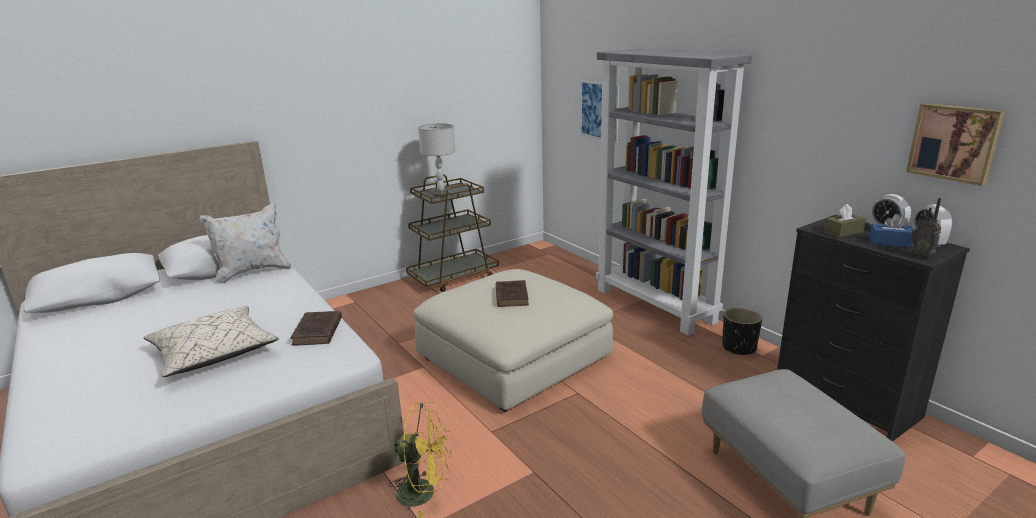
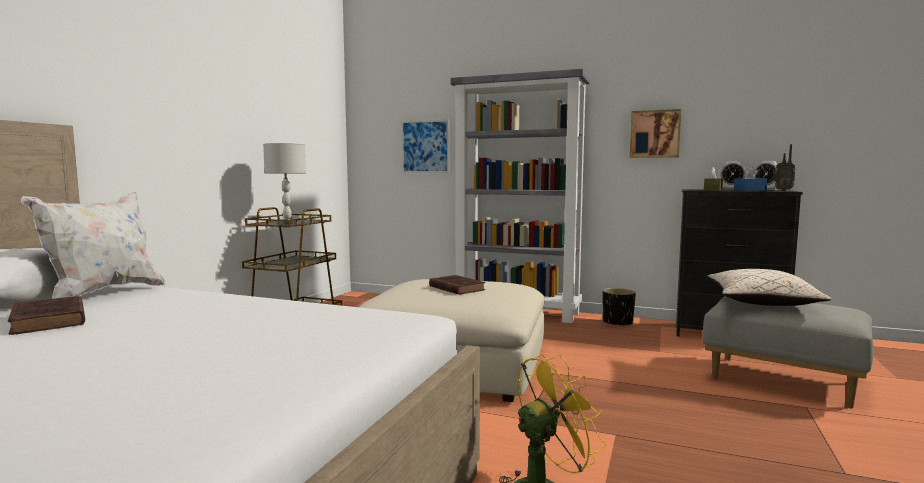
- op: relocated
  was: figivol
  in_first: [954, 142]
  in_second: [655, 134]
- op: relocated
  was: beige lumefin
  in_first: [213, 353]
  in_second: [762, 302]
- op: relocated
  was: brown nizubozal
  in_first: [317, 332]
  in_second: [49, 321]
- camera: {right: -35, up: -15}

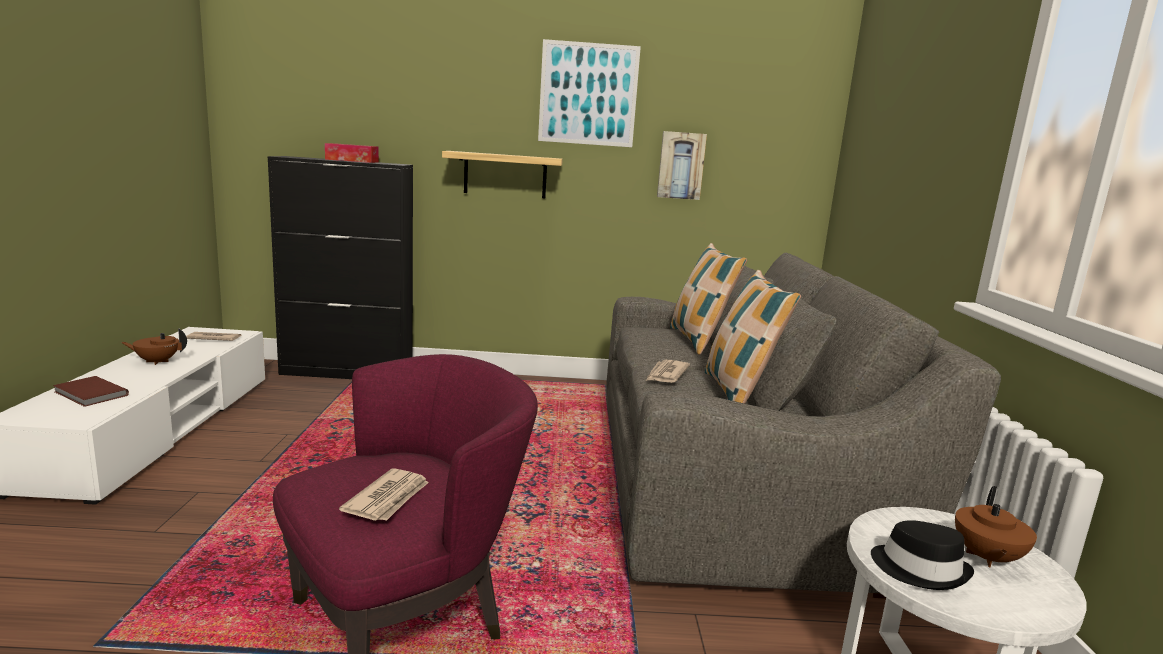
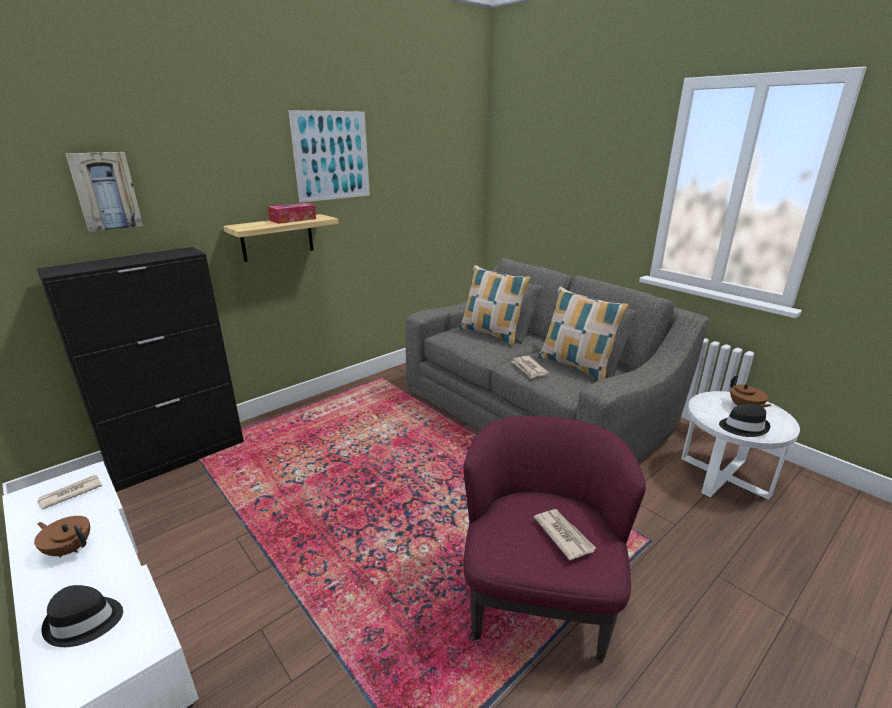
- op: relocated
  was: figivol
  in_first: [681, 165]
  in_second: [105, 191]
- op: relocated
  was: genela
  in_first: [352, 161]
  in_second: [293, 219]
- op: spun
  was: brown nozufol
  in_first: [157, 361]
  in_second: [69, 549]
  clockwise: 75
- op: exchanged
  was: brown nizubozal
  now: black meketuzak
  in_first: [90, 394]
  in_second: [84, 622]
- camera: {right: -40, up: 10}

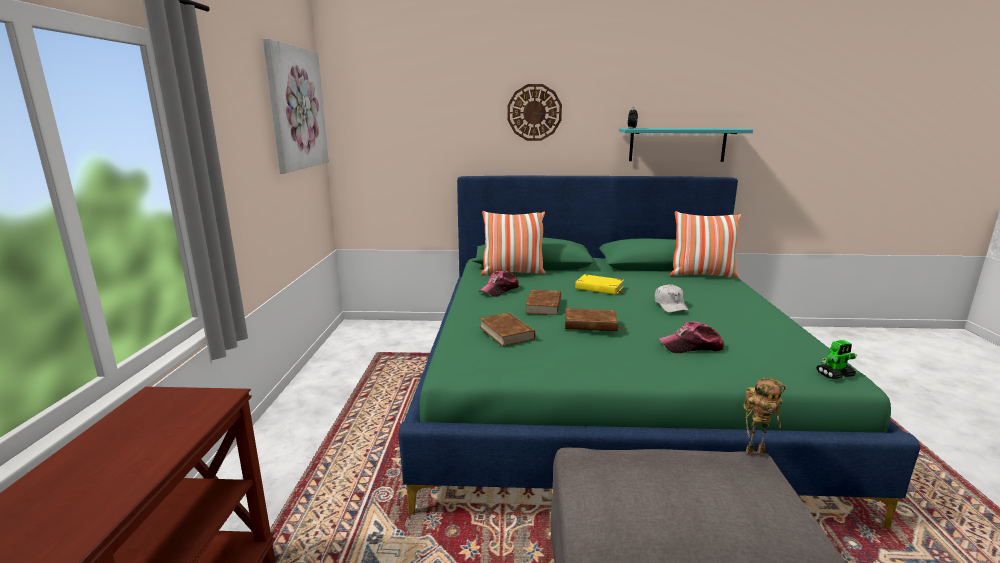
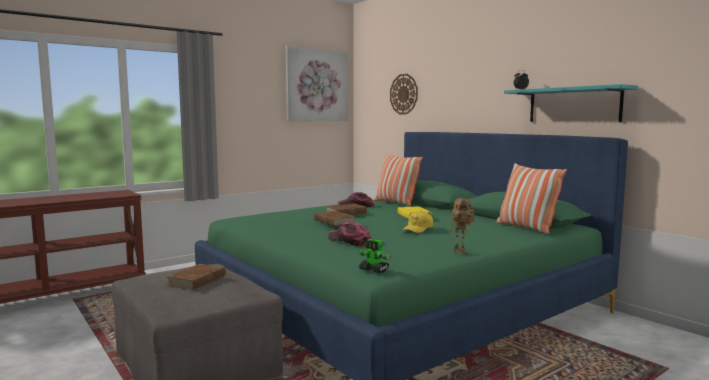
- op: relocated
  was: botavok
  in_first: [534, 112]
  in_second: [404, 94]
- op: colour
  was: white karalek
  now: yellow karalek
  in_first: [670, 305]
  in_second: [418, 229]
- op: relocated
  was: brown nizubozal
  in_first: [506, 333]
  in_second: [197, 280]
- op: relocated
  was: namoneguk
  in_first: [755, 450]
  in_second: [461, 252]
- camera: {right: 50, up: -10}

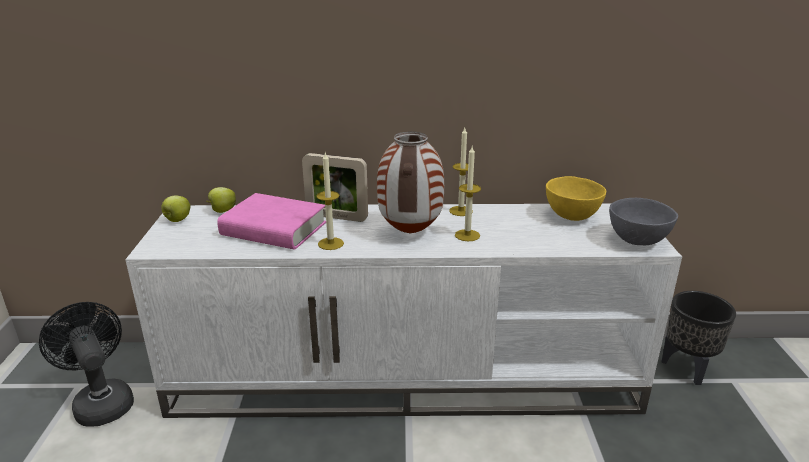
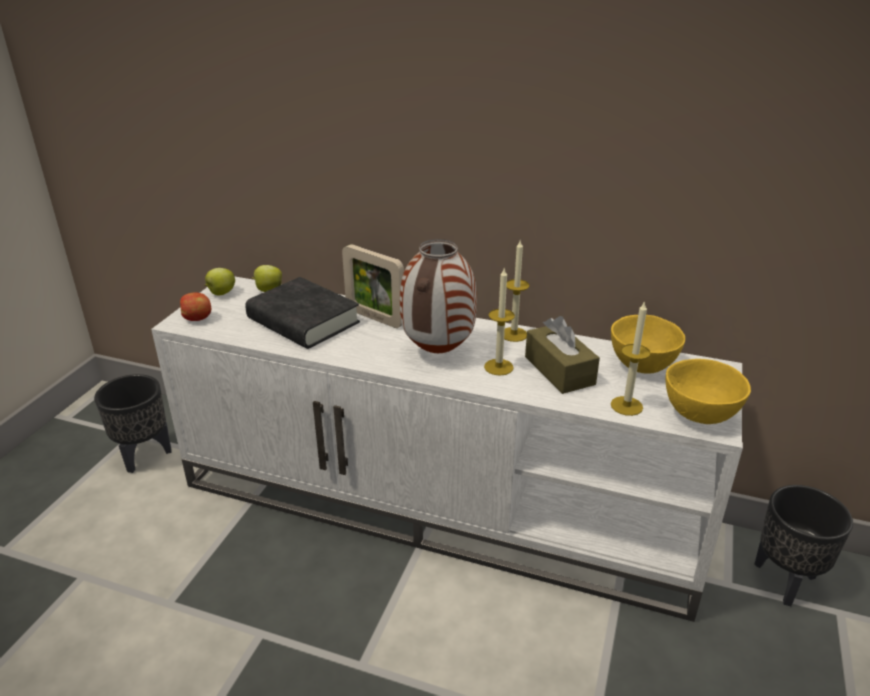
- op: relocated
  was: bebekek
  in_first: [330, 243]
  in_second: [626, 406]
- op: colour
  was: pink nizubozal
  now: black nizubozal
  in_first: [274, 229]
  in_second: [303, 321]
- op: colour
  was: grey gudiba
  now: yellow gudiba
  in_first: [638, 241]
  in_second: [700, 416]
- op: exchanged
  was: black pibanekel
  now: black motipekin
  in_first: [101, 401]
  in_second: [143, 456]
- op: appeared
  now: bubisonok
  in_second: [198, 319]
- op: appeared
  now: brown genela
  in_second: [559, 370]
- camera: {right: 20, up: 5}

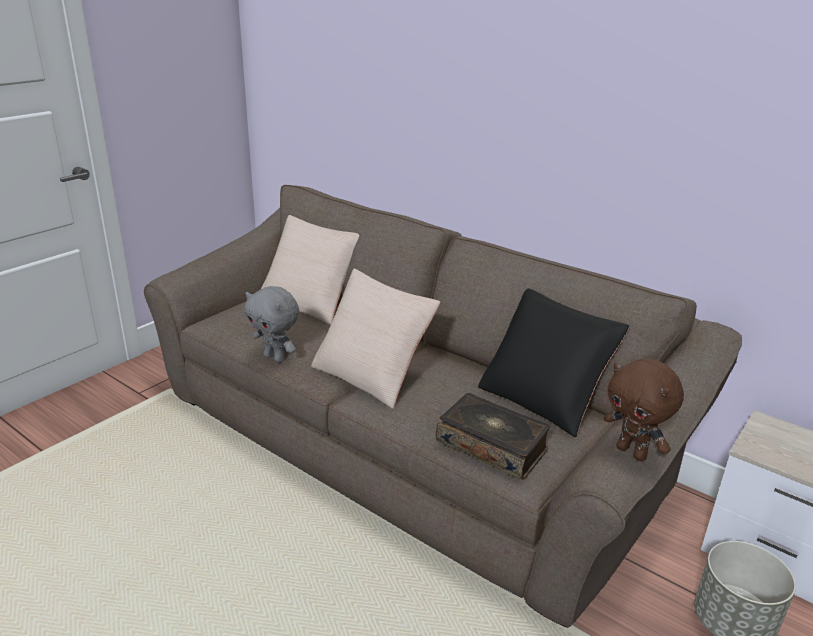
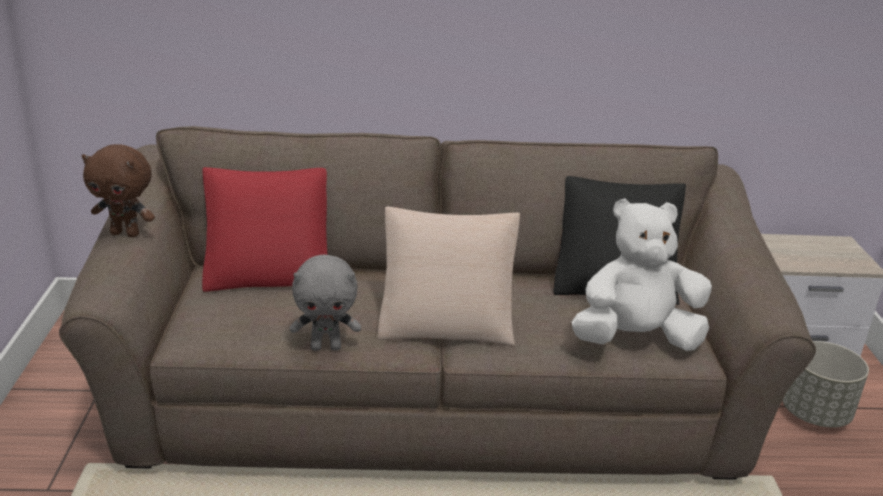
- op: colour
  was: beige lumefin
  now: red lumefin
  in_first: [310, 302]
  in_second: [269, 272]
- op: relocated
  was: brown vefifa
  in_first: [632, 452]
  in_second: [126, 233]
- op: exchanged
  was: nizubozal
  now: white vefifa
  in_first: [492, 445]
  in_second: [635, 339]
- camera: {right: -40, up: 0}

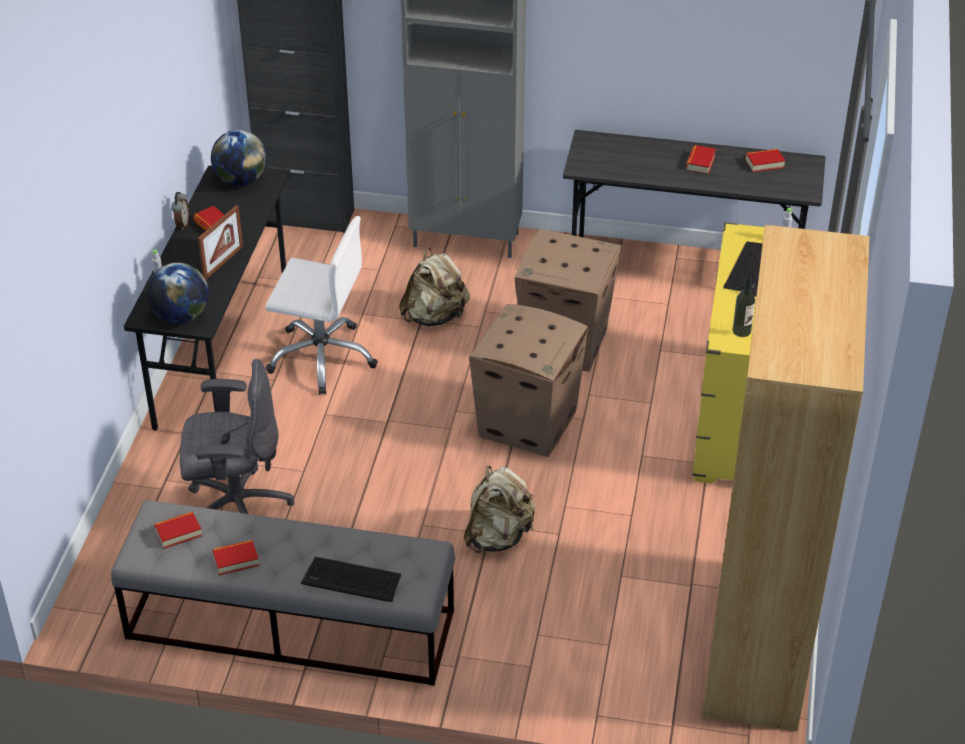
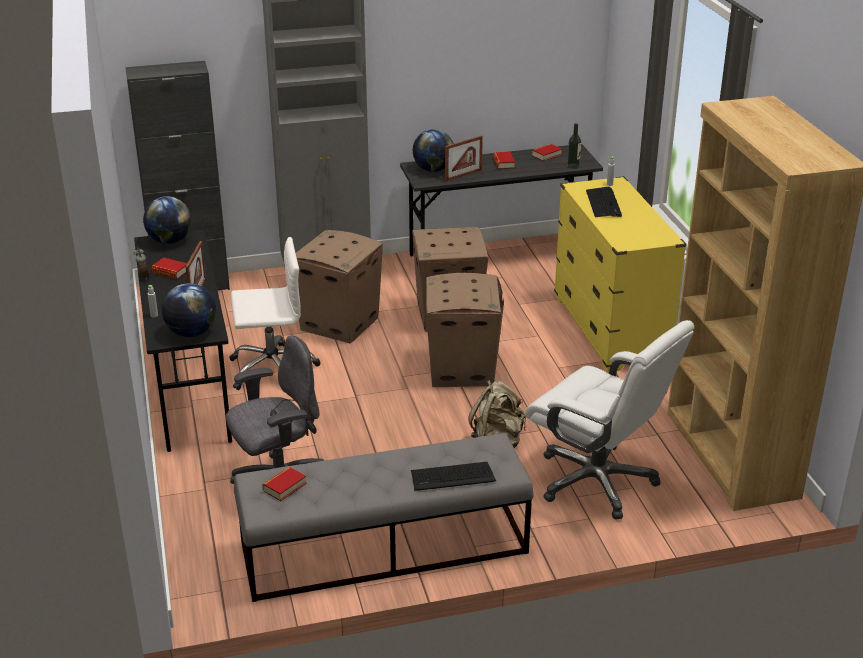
- op: exchanged
  was: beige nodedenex
  now: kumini
  in_first: [435, 316]
  in_second: [340, 323]
- op: relocated
  was: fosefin
  in_first: [741, 331]
  in_second: [573, 166]
- op: missing
  was: nizubozal
  in_first: [236, 560]
- op: appeared
  now: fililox
  in_second: [433, 169]
- op: appeared
  now: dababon
  in_second: [463, 175]
- op: appeared
  now: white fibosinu
  in_second: [597, 481]
- camera: {right: -25, up: -10}

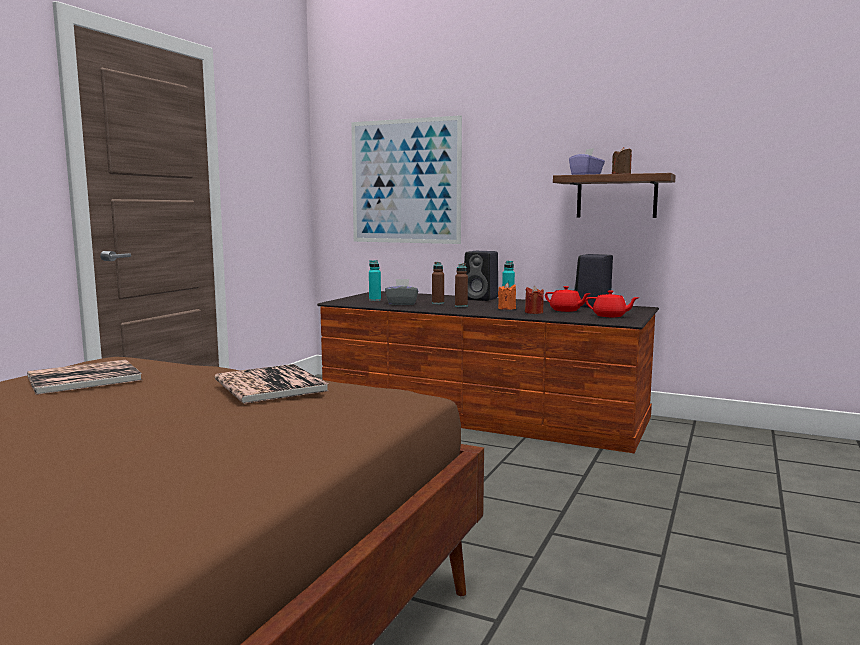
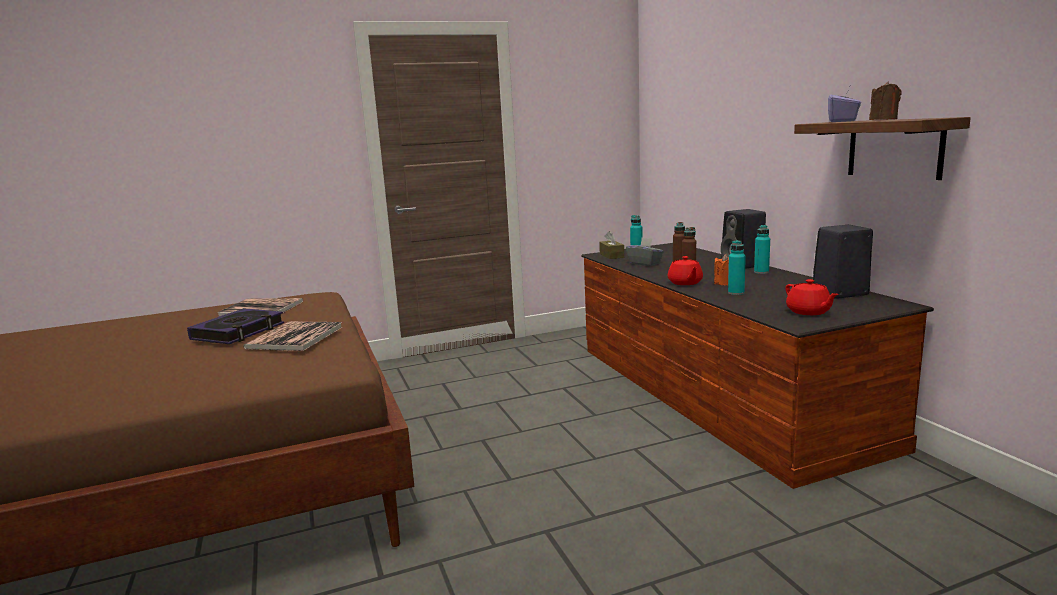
- op: missing
  was: figivol
  in_first: [405, 181]
- op: exchanged
  was: red bebekek
  now: turquoise fosefin
  in_first: [534, 312]
  in_second: [736, 293]
- op: relocated
  was: red nozufol
  in_first: [566, 310]
  in_second: [685, 283]
- op: appeared
  now: brown genela
  in_second: [611, 255]
- op: appeared
  now: nizubozal
  in_second: [238, 332]
- camera: {right: 45, up: 5}

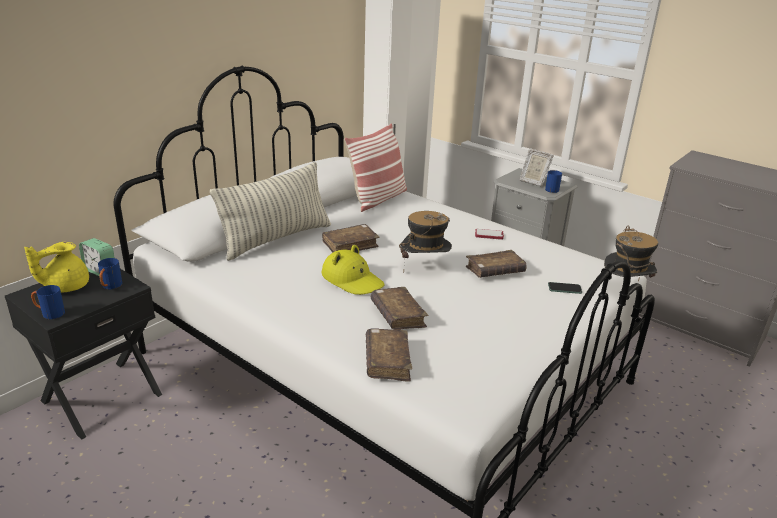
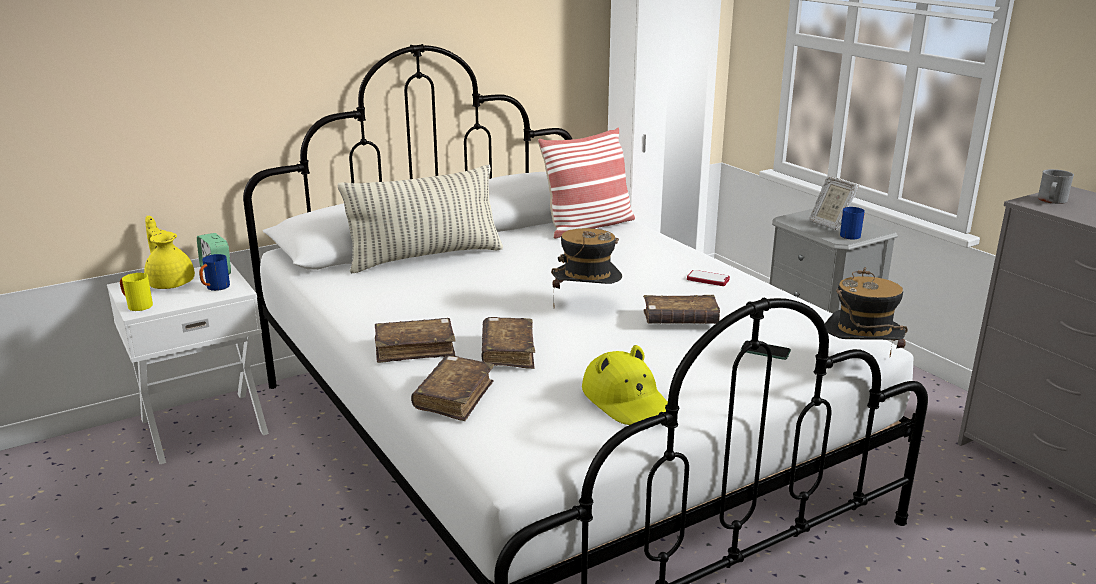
- op: relocated
  was: brown nizubozal
  in_first: [350, 245]
  in_second: [415, 349]
- op: spun
  was: yellow nozufol
  in_first: [65, 286]
  in_second: [170, 283]
  clockwise: 75
- op: relocated
  was: yellow meketuzak
  in_first: [352, 280]
  in_second: [628, 401]
- op: colour
  was: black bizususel
  now: white bizususel
  in_first: [101, 397]
  in_second: [203, 425]
- op: colour
  was: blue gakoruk
  now: yellow gakoruk
  in_first: [49, 314]
  in_second: [136, 306]
- op: appeared
  now: grey gakoruk
  in_second: [1051, 201]
- camera: {right: 20, up: -5}

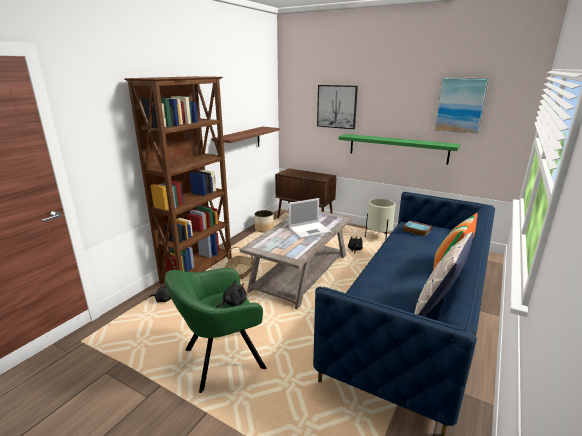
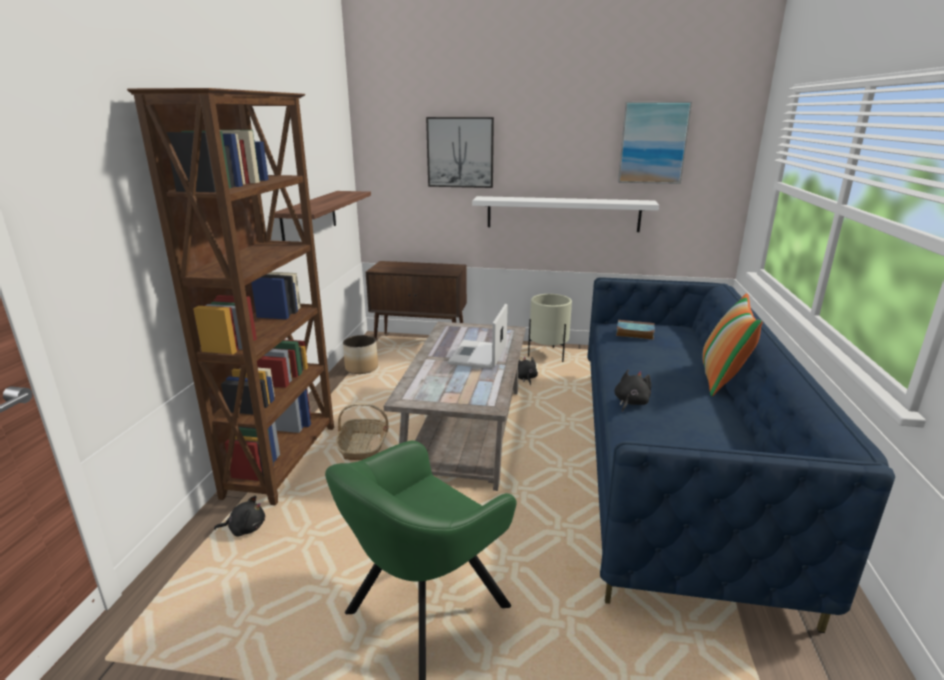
- op: colour
  was: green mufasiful
  now: white mufasiful
  in_first: [397, 148]
  in_second: [562, 214]
- op: spun
  was: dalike
  in_first: [310, 230]
  in_second: [478, 355]
  clockwise: 150
- op: missing
  was: lumefin
  in_first: [437, 307]
- op: relocated
  was: black vefifa
  in_first: [233, 303]
  in_second: [630, 402]
- camera: {right: -20, up: 0}

